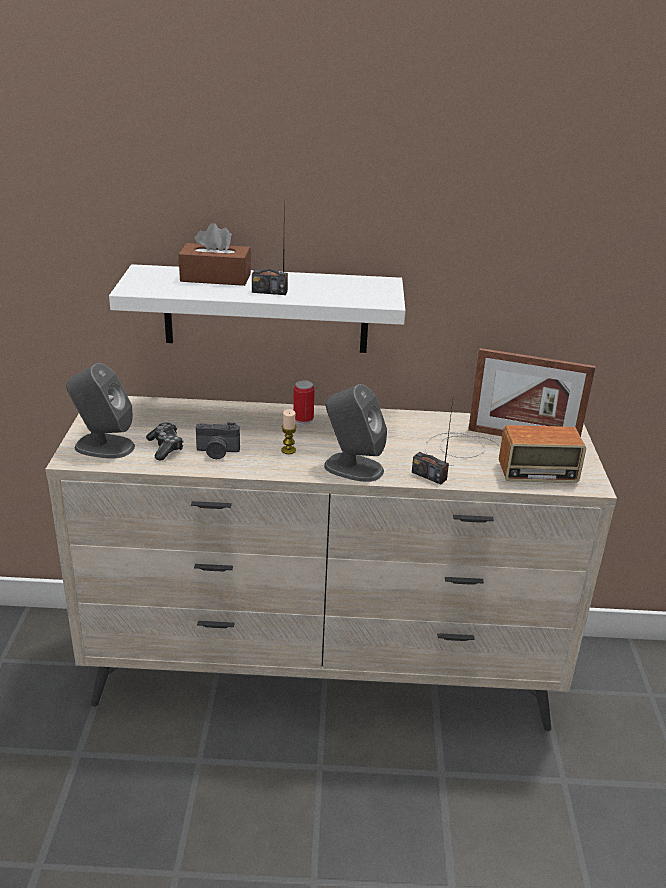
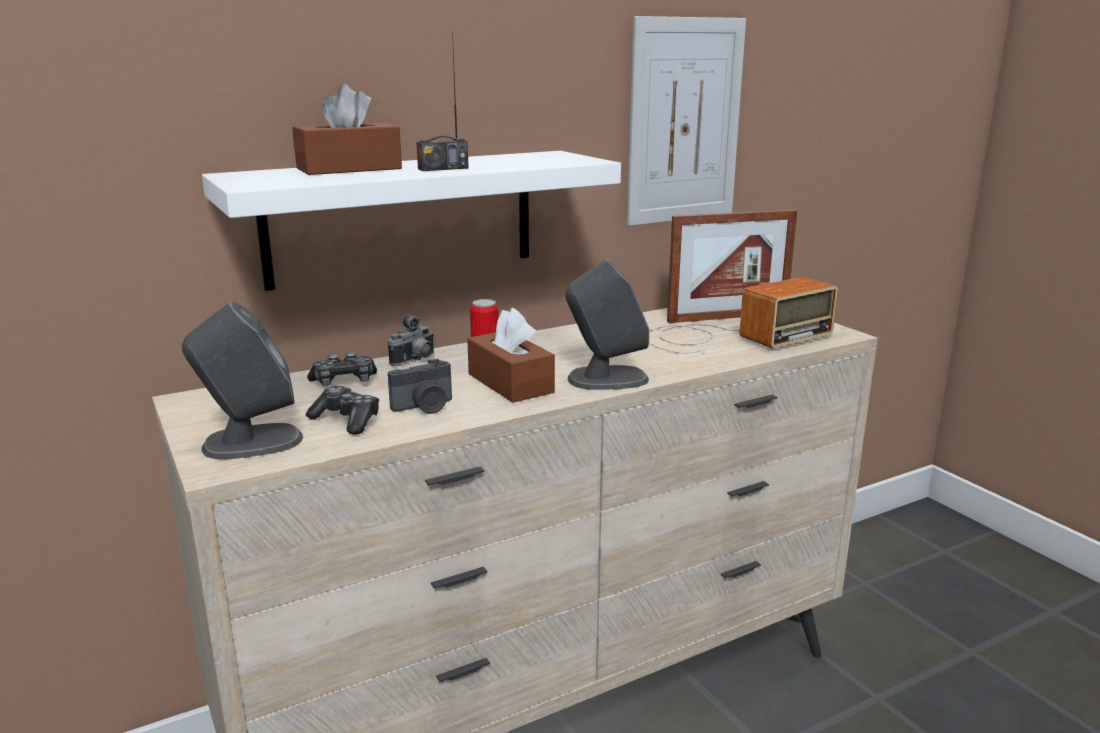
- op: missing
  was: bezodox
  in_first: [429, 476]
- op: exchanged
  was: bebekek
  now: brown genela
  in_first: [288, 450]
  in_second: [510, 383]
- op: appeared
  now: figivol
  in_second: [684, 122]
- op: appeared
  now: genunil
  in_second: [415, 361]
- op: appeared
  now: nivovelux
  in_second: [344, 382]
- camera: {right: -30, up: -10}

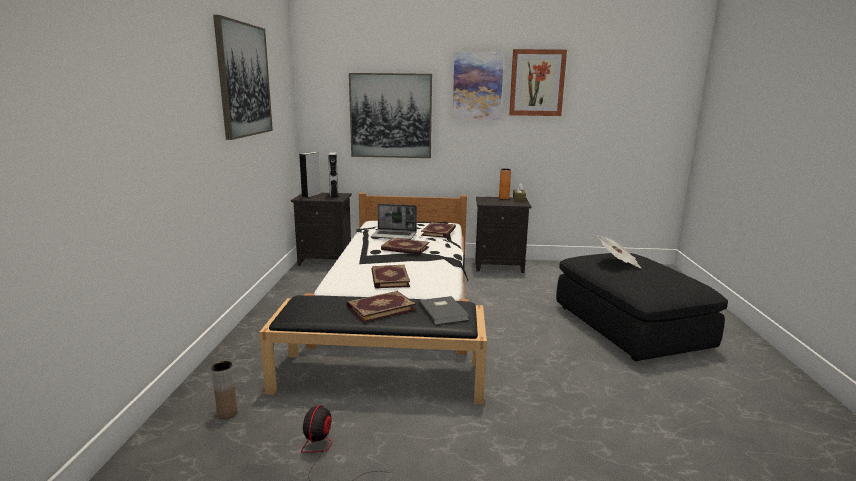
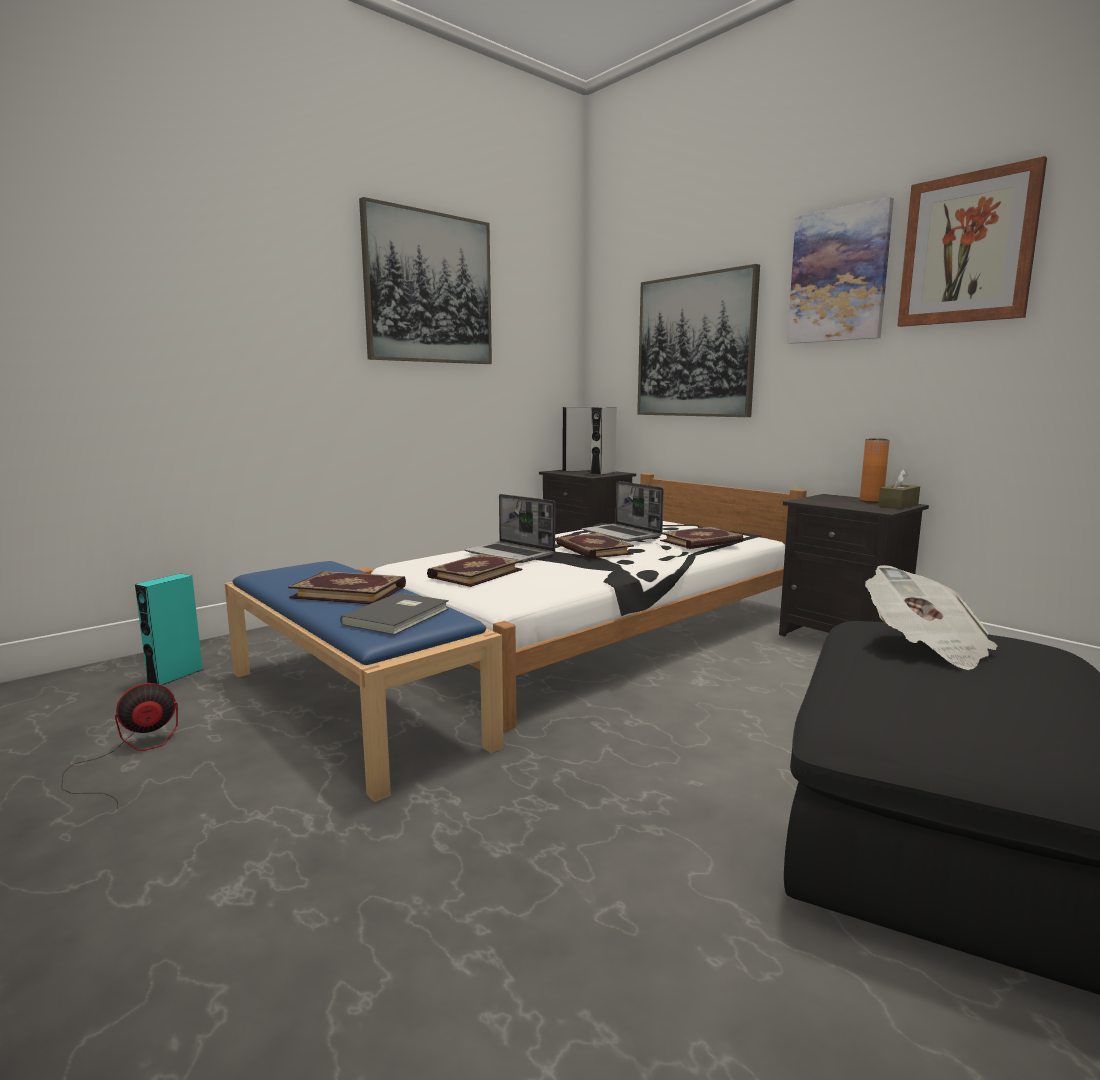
- op: colour
  was: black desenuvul
  now: blue desenuvul
  in_first: [380, 376]
  in_second: [354, 706]
- op: exchanged
  was: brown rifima
  now: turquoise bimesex
  in_first: [227, 413]
  in_second: [175, 676]
- op: appeared
  now: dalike
  in_second: [511, 554]
- camera: {right: 45, up: -5}

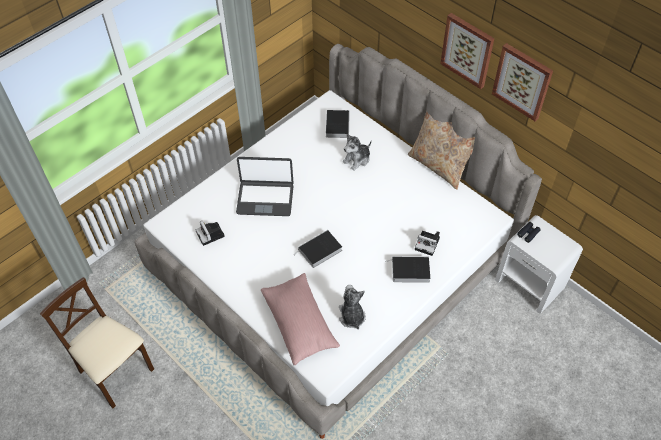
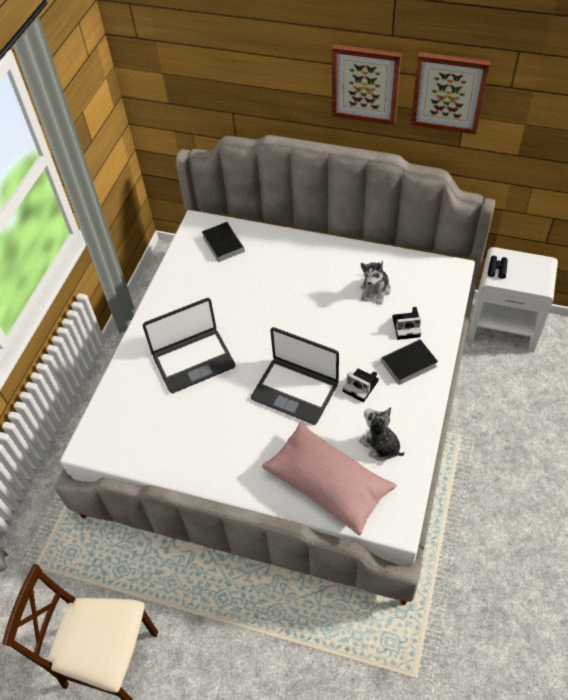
- op: missing
  was: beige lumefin
  in_first: [439, 166]
- op: relocated
  was: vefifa
  in_first: [357, 159]
  in_second: [375, 290]
- op: relocated
  was: genunil
  in_first: [211, 235]
  in_second: [362, 386]
- op: exchanged
  was: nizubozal
  now: dalike
  in_first: [319, 251]
  in_second: [295, 390]
- camera: {right: -25, up: 0}

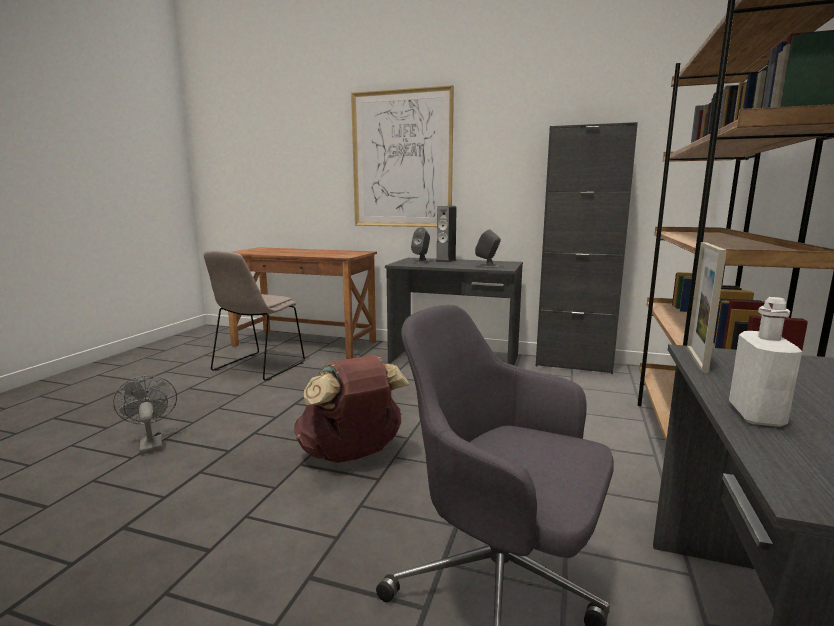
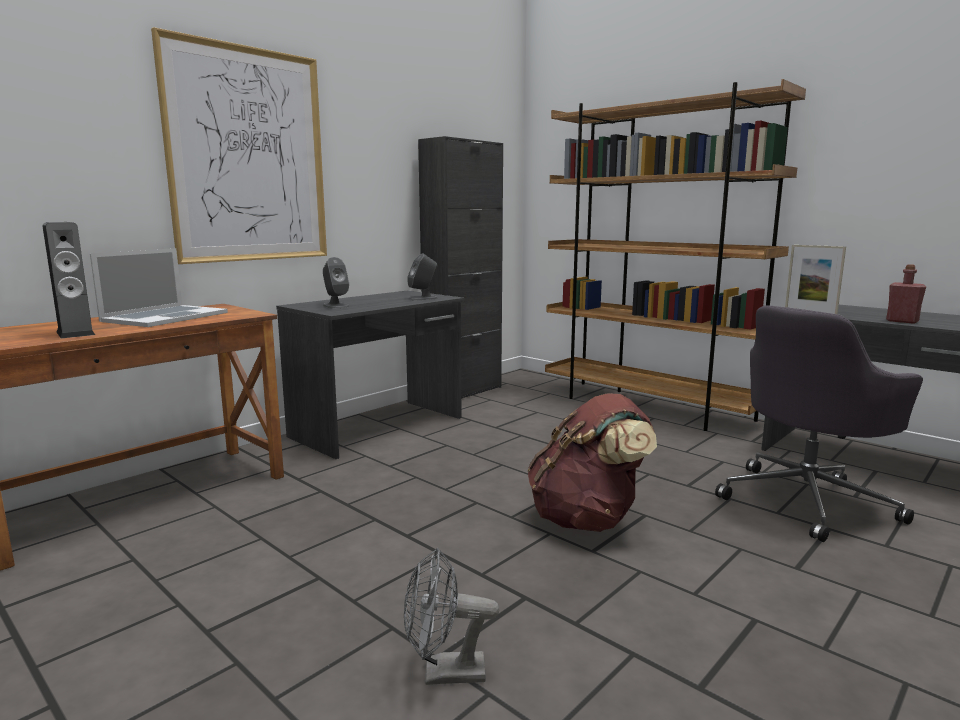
- op: relocated
  was: bimesex
  in_first: [446, 261]
  in_second: [75, 333]
- op: missing
  was: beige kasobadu
  in_first: [257, 368]
- op: colour
  was: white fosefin
  now: red fosefin
  in_first: [756, 415]
  in_second: [902, 321]
- op: appeared
  now: dalike
  in_second: [165, 317]
- camera: {right: -65, up: 0}

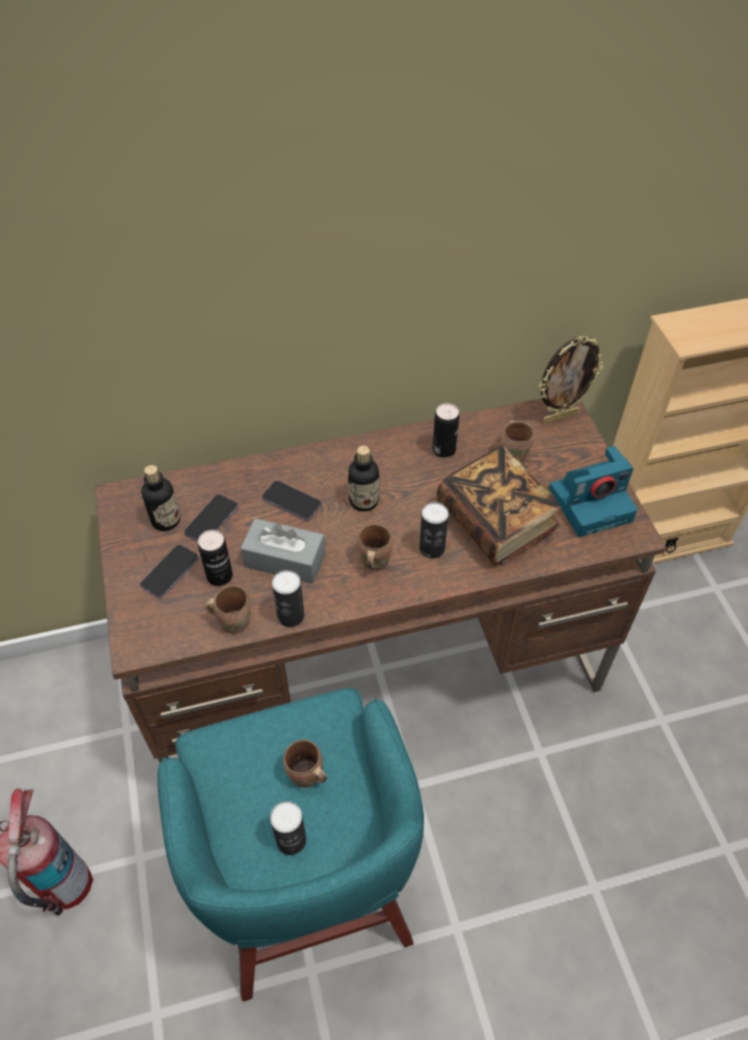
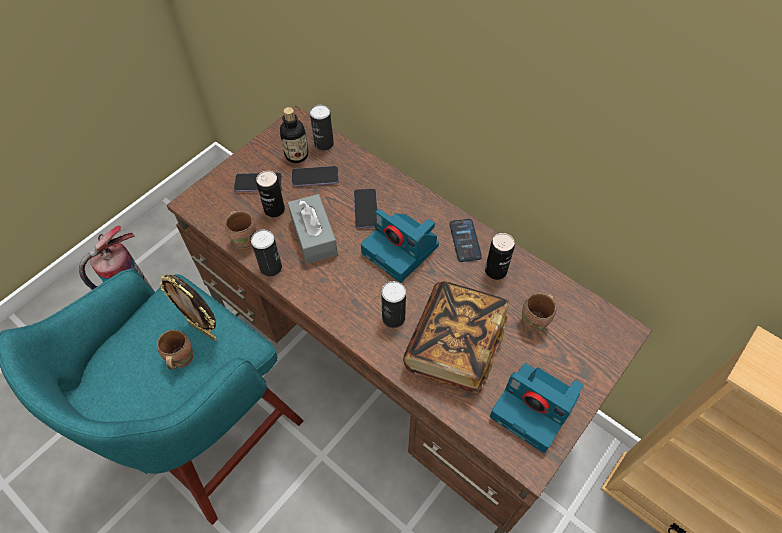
- op: relocated
  was: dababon
  in_first: [560, 417]
  in_second: [204, 330]
- op: exchanged
  was: fosefin
  now: genunil
  in_first: [364, 501]
  in_second: [402, 250]
- op: missing
  was: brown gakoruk
  in_first: [373, 562]
- op: relocated
  was: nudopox
  in_first: [291, 840]
  in_second: [324, 144]
- op: appeared
  now: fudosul
  in_second: [465, 240]
- camera: {right: 55, up: 5}

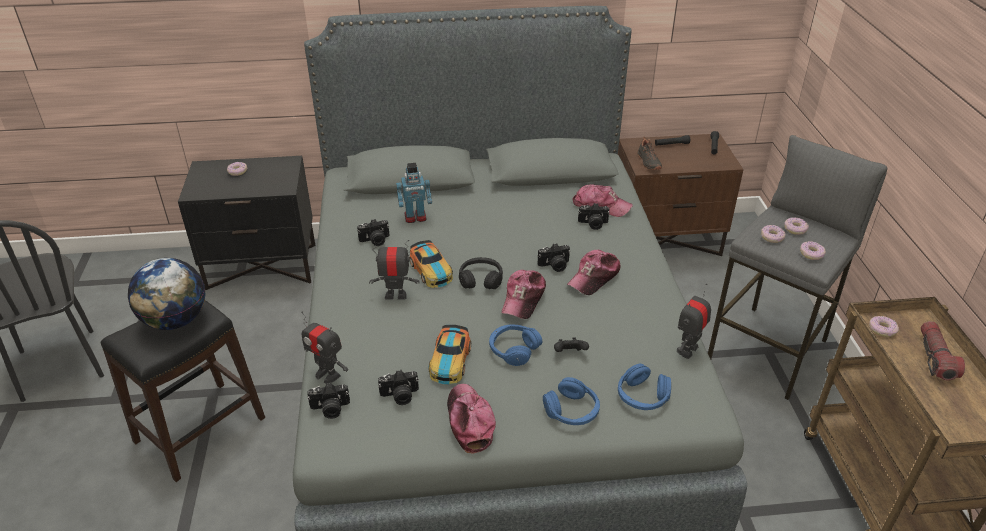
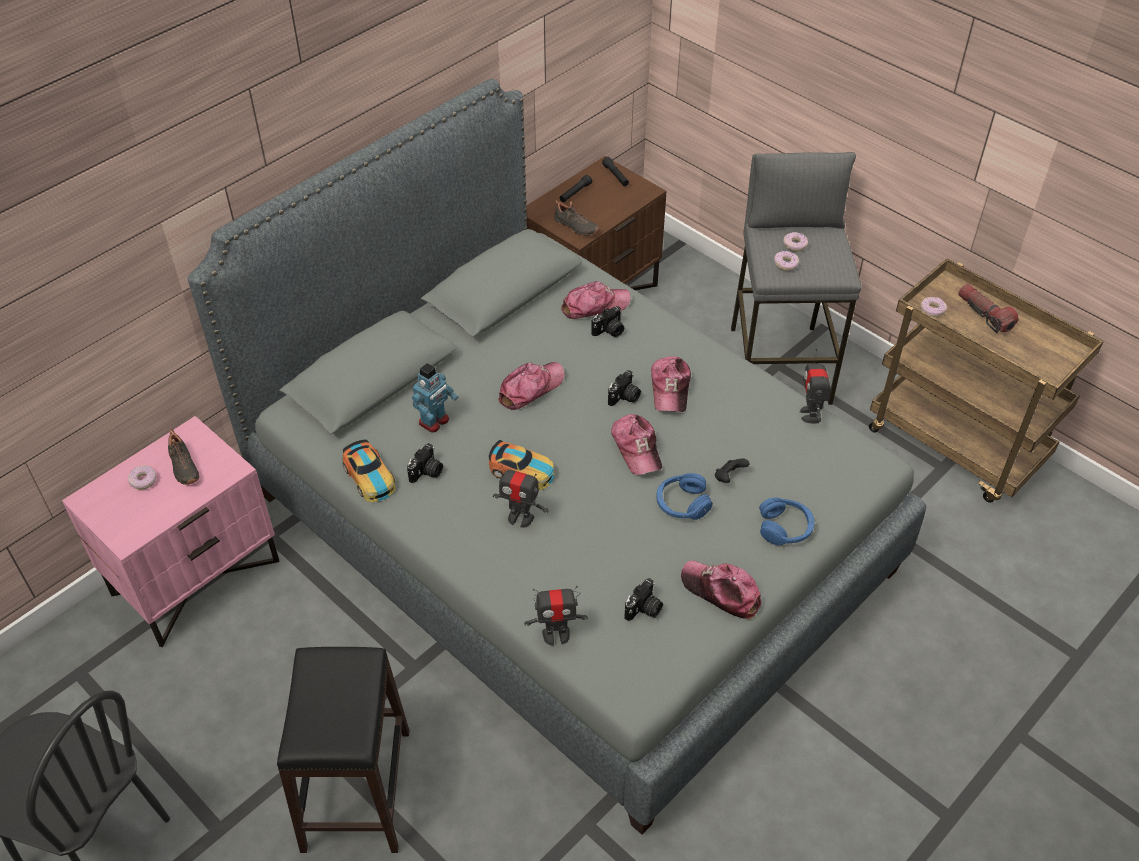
- op: colour
  was: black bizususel
  now: pink bizususel
  in_first: [262, 265]
  in_second: [195, 576]
- op: spun
  was: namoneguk
  in_first: [395, 295]
  in_second: [520, 518]
  clockwise: -120
- op: missing
  was: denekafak
  in_first: [811, 254]
- op: missing
  was: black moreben
  in_first: [481, 279]
- op: missing
  was: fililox
  in_first: [175, 320]
- op: relocated
  was: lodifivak
  in_first: [450, 361]
  in_second: [370, 477]
- op: missing
  was: blue moreben
  in_first: [642, 396]
- op: missing
  was: genunil
  in_first: [330, 409]
- op: appeared
  now: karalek
  in_second: [530, 388]
- op: appeared
  now: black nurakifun
  in_second: [182, 467]
- camera: {right: -40, up: 10}

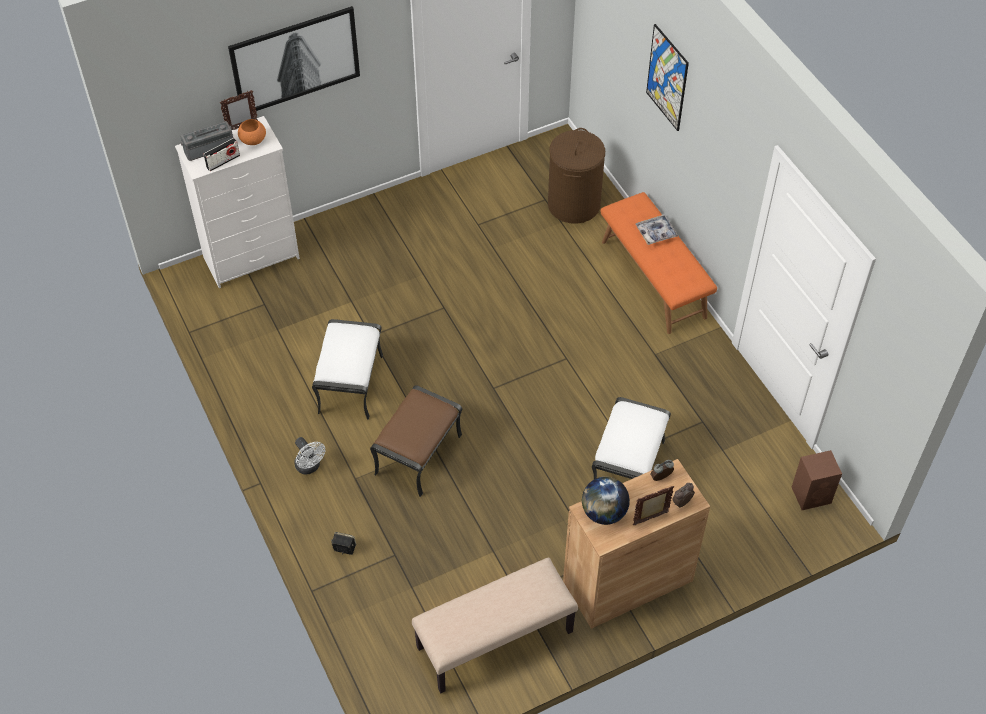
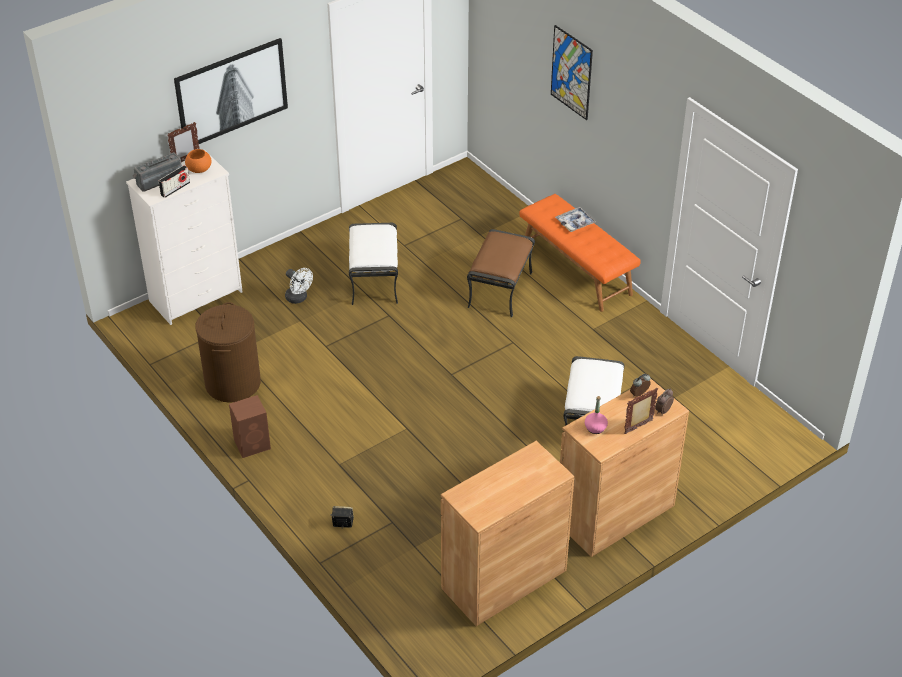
- op: relocated
  was: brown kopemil
  in_first: [573, 204]
  in_second: [232, 383]
- op: relocated
  was: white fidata
  in_first: [350, 383]
  in_second: [373, 280]
- op: relocated
  was: brown fidata
  in_first: [418, 453]
  in_second: [499, 289]
- op: relocated
  was: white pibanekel
  in_first: [310, 467]
  in_second: [299, 298]
- op: relocated
  was: brown bimesex
  in_first: [812, 495]
  in_second: [253, 444]
- op: exchanged
  was: fililox
  now: pink fosefin
  in_first: [604, 513]
  in_second: [595, 428]
- op: exchanged
  was: beige desenuvul
  now: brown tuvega
  in_first: [494, 640]
  in_second: [504, 579]
- camera: {right: -10, up: -10}

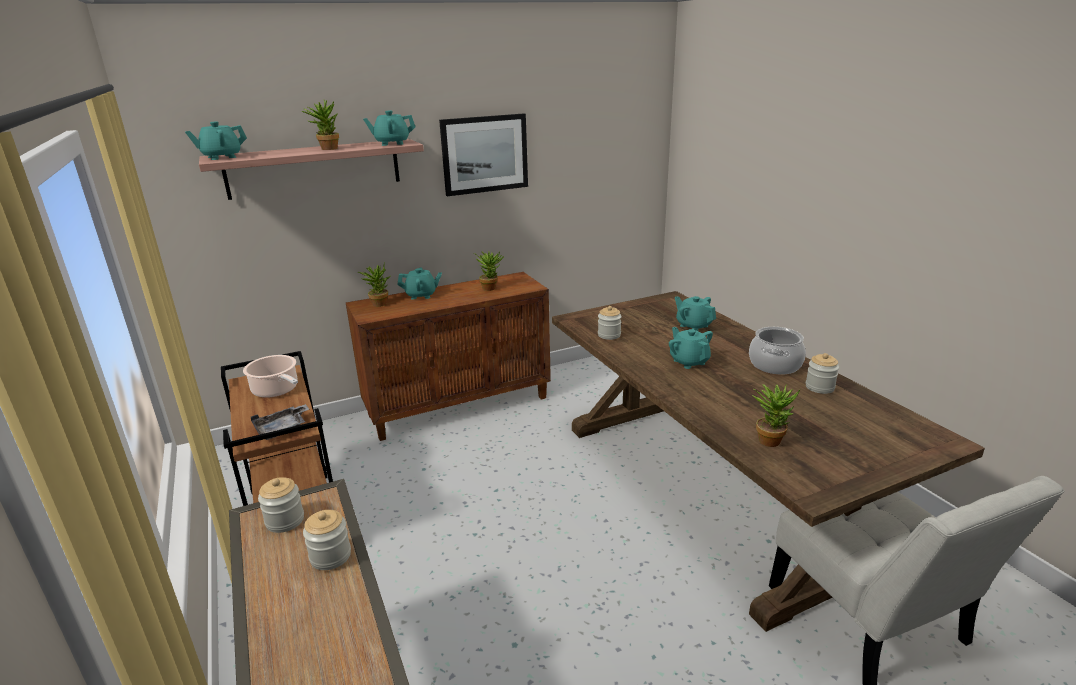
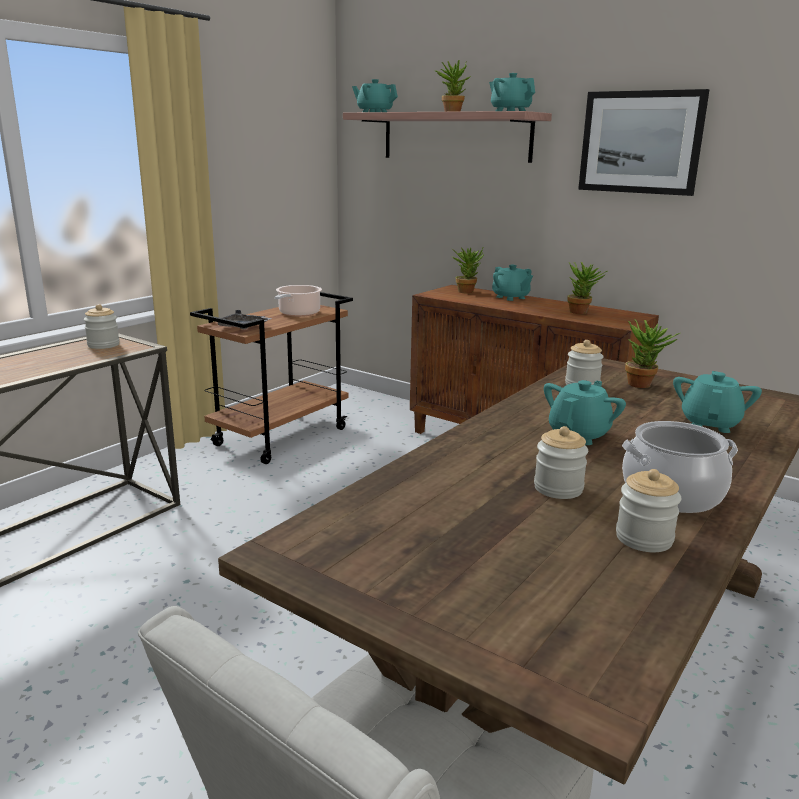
- op: relocated
  was: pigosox
  in_first: [771, 439]
  in_second: [644, 385]
- op: relocated
  was: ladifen
  in_first: [330, 556]
  in_second: [558, 488]
- camera: {right: 60, up: -5}

